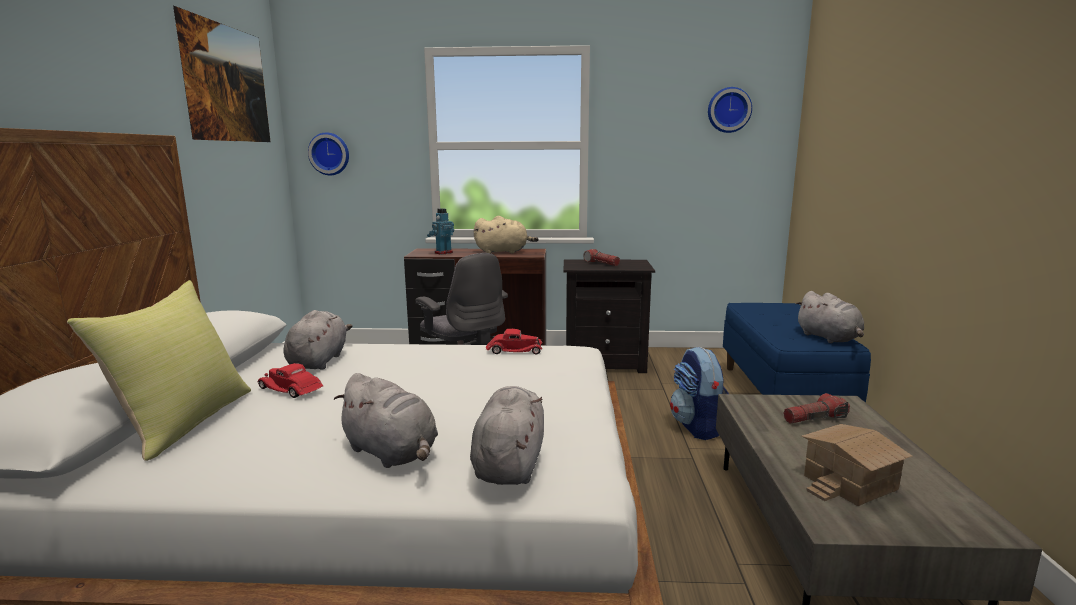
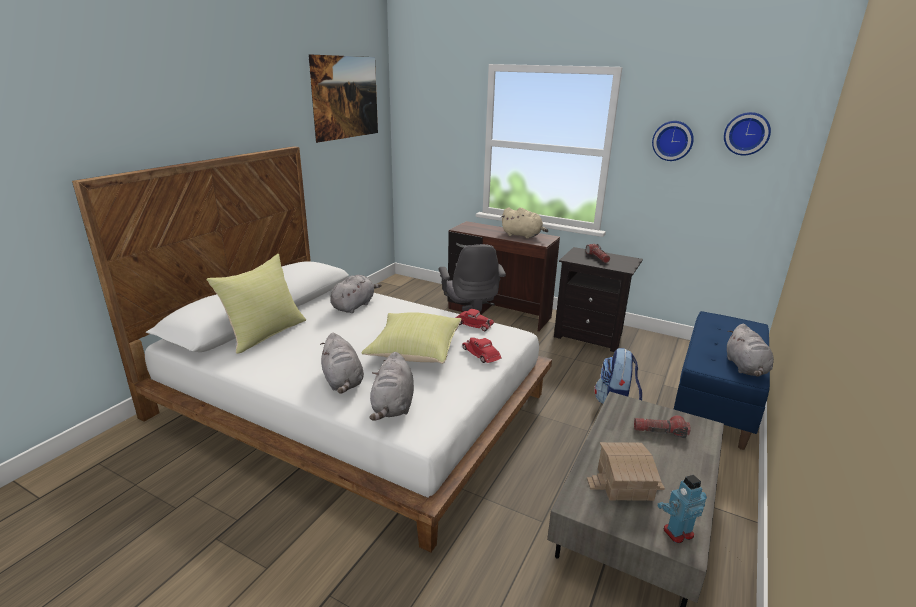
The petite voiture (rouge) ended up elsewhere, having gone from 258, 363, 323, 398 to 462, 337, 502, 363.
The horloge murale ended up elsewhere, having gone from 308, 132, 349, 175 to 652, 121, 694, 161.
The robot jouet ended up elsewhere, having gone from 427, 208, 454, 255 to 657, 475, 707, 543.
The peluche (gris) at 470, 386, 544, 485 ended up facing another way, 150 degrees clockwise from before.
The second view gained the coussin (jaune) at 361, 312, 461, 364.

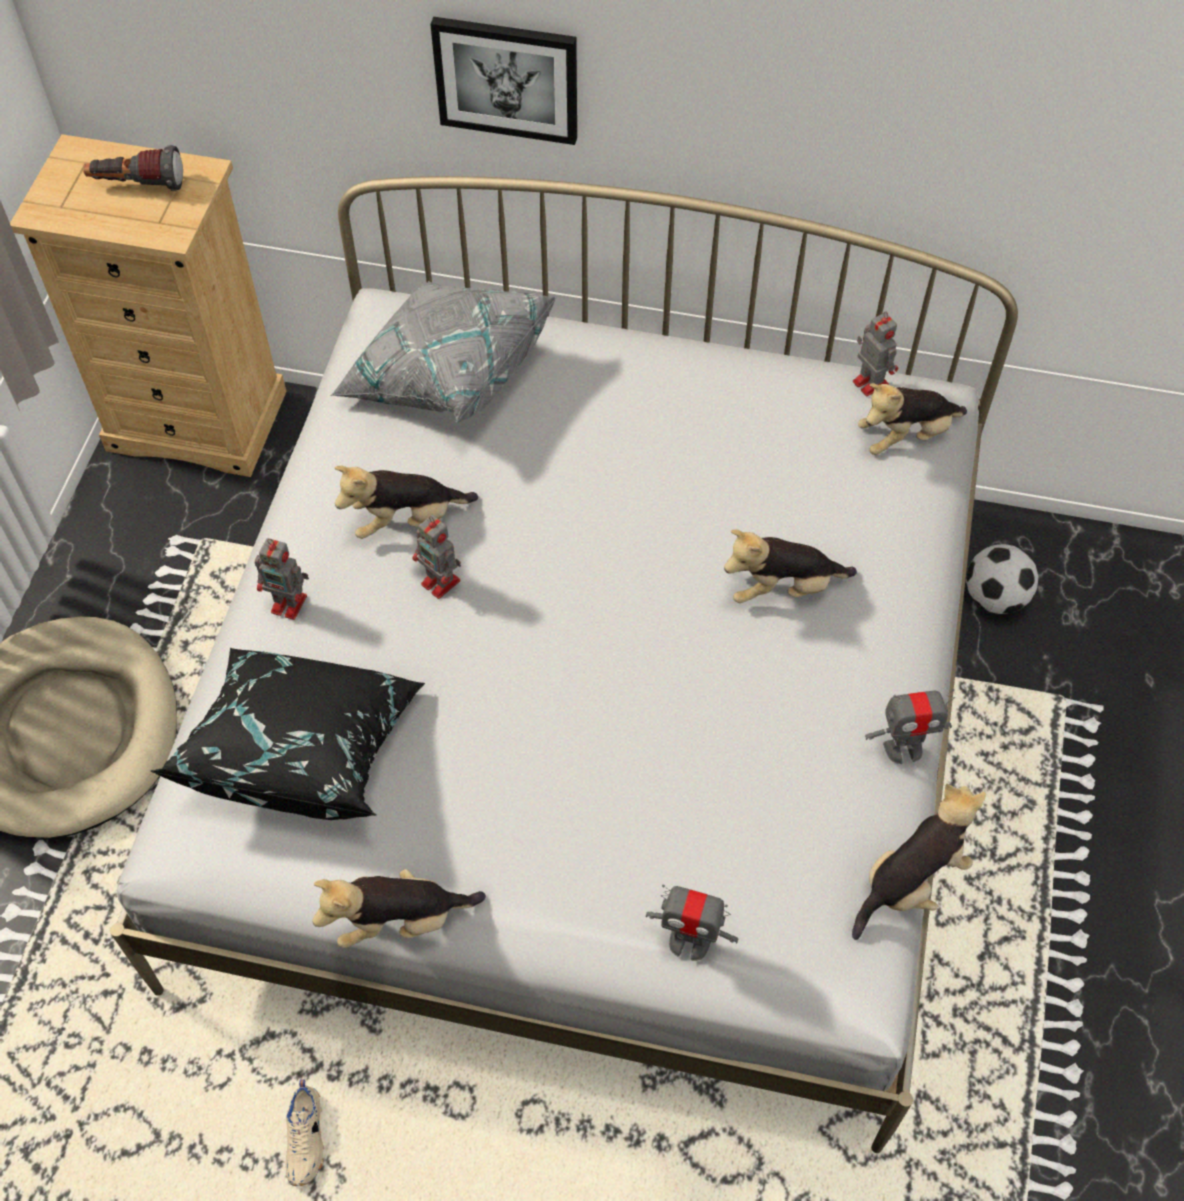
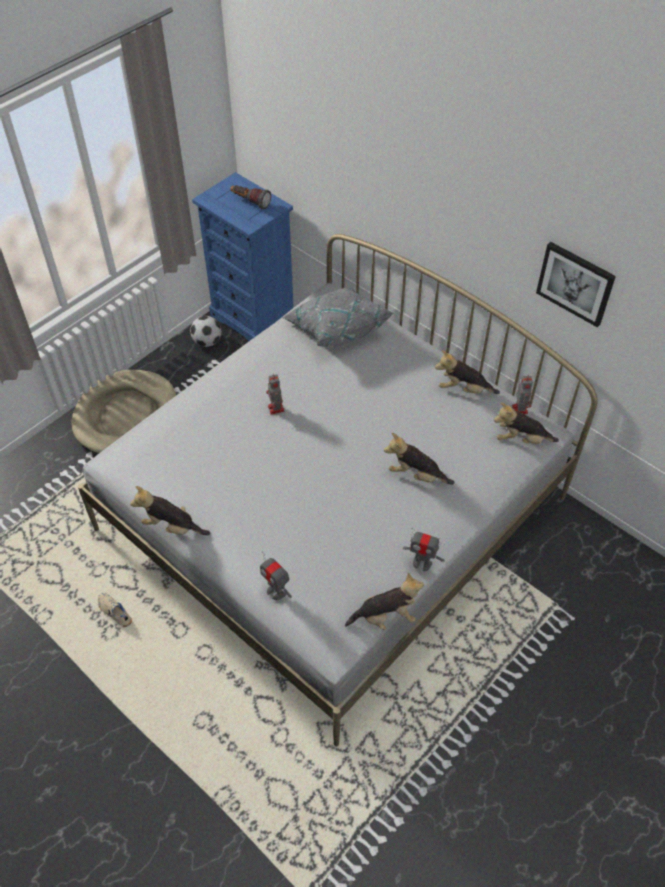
What was the commode (beige) at 10, 134, 287, 477 turned into the commode (bleu) at 192, 172, 294, 341.
The second view lost the coussin (noir) at 151, 648, 425, 820.
The second view lost the robot jouet at 255, 538, 309, 620.
The chaussure (beige) at 286, 1079, 324, 1186 ended up facing another way, 105 degrees clockwise from before.
The peluche ended up elsewhere, having gone from 334, 465, 478, 539 to 435, 350, 500, 394.
The tableau ended up elsewhere, having gone from 430, 17, 577, 145 to 536, 242, 616, 327.
The ballon de foot ended up elsewhere, having gone from 966, 544, 1038, 614 to 190, 316, 221, 347.

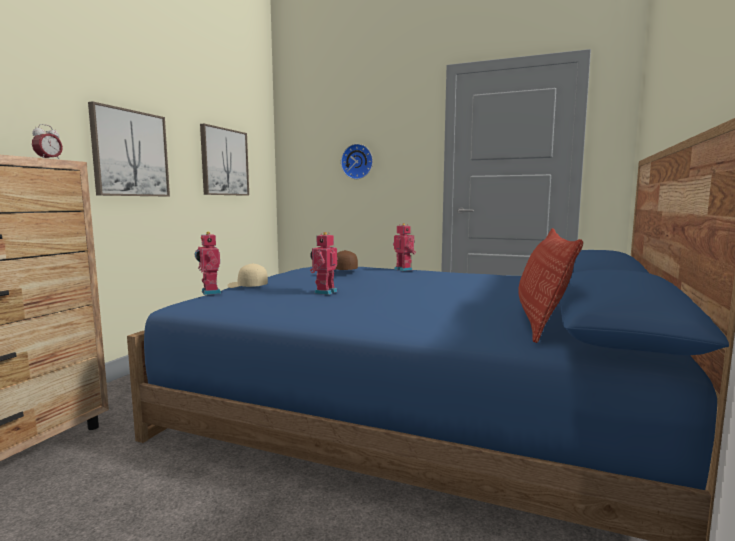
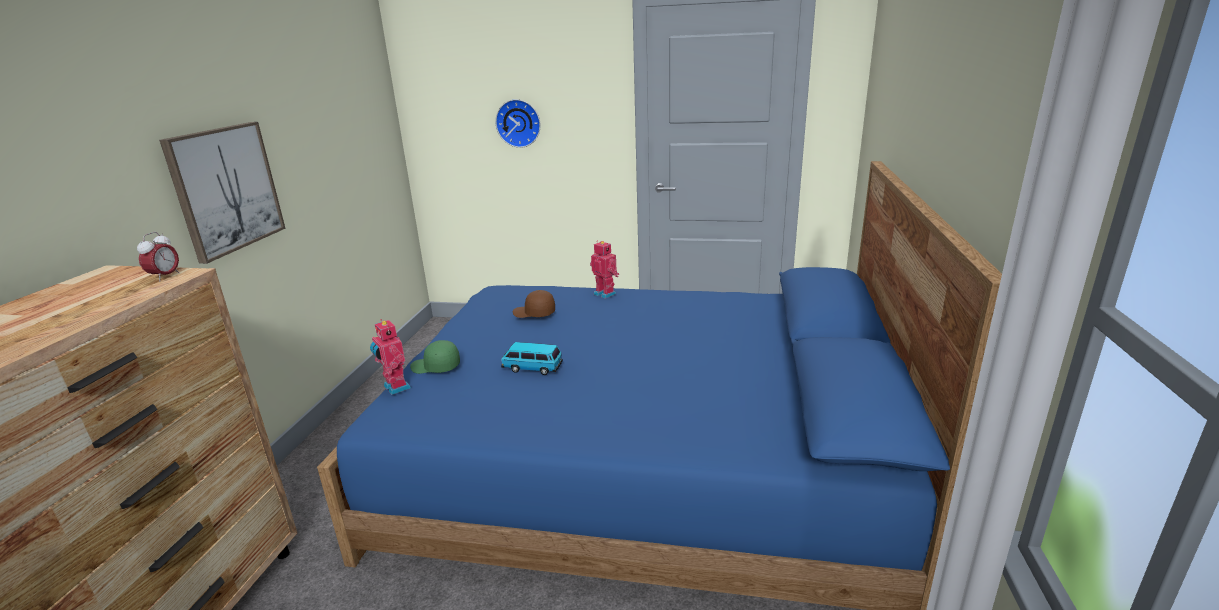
The second view lost the tableau at 200, 124, 249, 196.
What was the casquette (beige) at 228, 263, 268, 288 turned into the casquette (vert) at 410, 340, 460, 374.
Where the robot jouet stood at 310, 232, 337, 295, the petite voiture came to stand at 501, 342, 563, 375.
The second view lost the coussin at 518, 228, 583, 343.

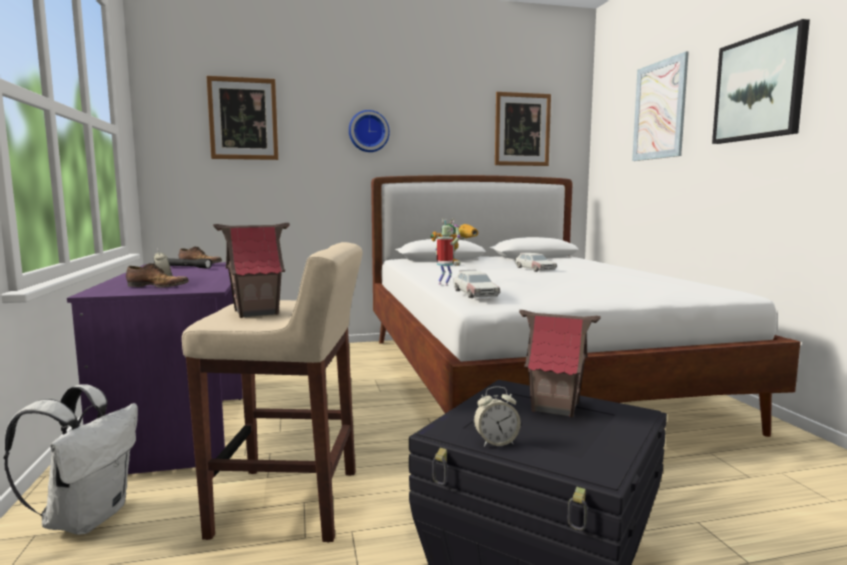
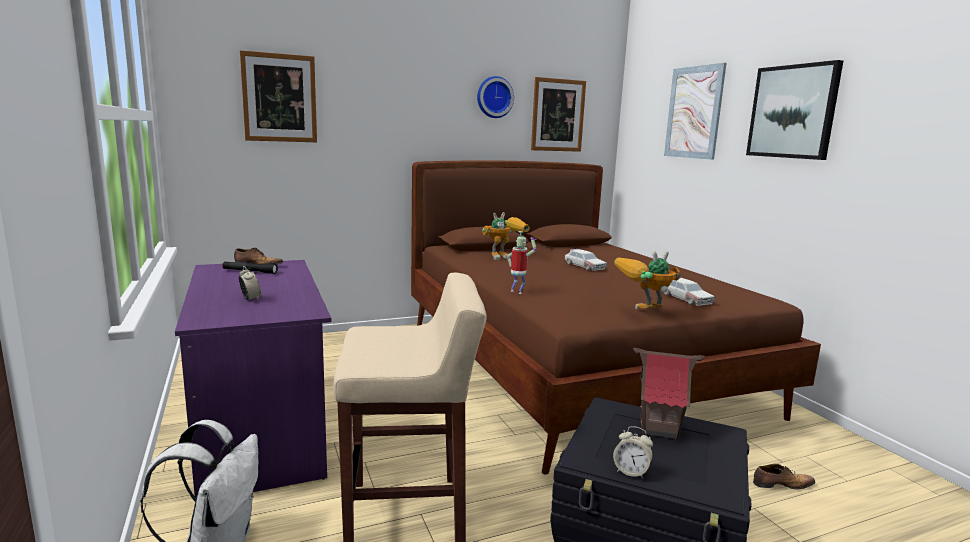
The chaussure ended up elsewhere, having gone from 126, 263, 189, 288 to 753, 464, 815, 490.
The second view lost the maison miniature at 213, 223, 290, 318.
The horloge murale ended up elsewhere, having gone from 349, 110, 390, 152 to 477, 76, 514, 118.
What was the lit (blanc) at 371, 175, 800, 437 turned into the lit (marron) at 411, 160, 821, 475.
The petite voiture ended up elsewhere, having gone from 454, 270, 500, 298 to 664, 277, 715, 306.
The réveil at 474, 386, 521, 447 ended up facing another way, 45 degrees clockwise from before.
The second view gained the robot jouet at 614, 251, 681, 309.

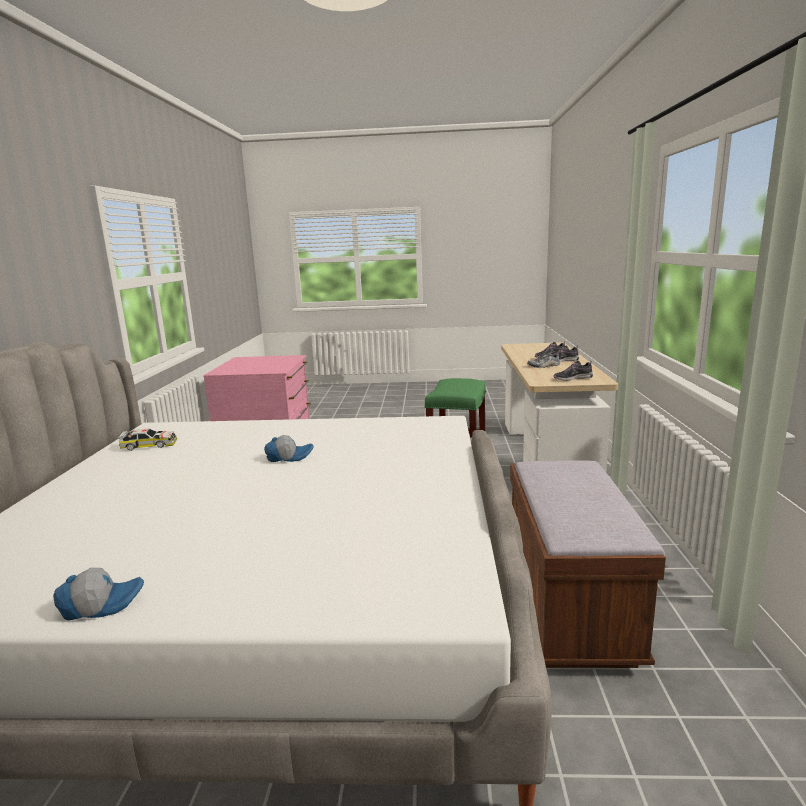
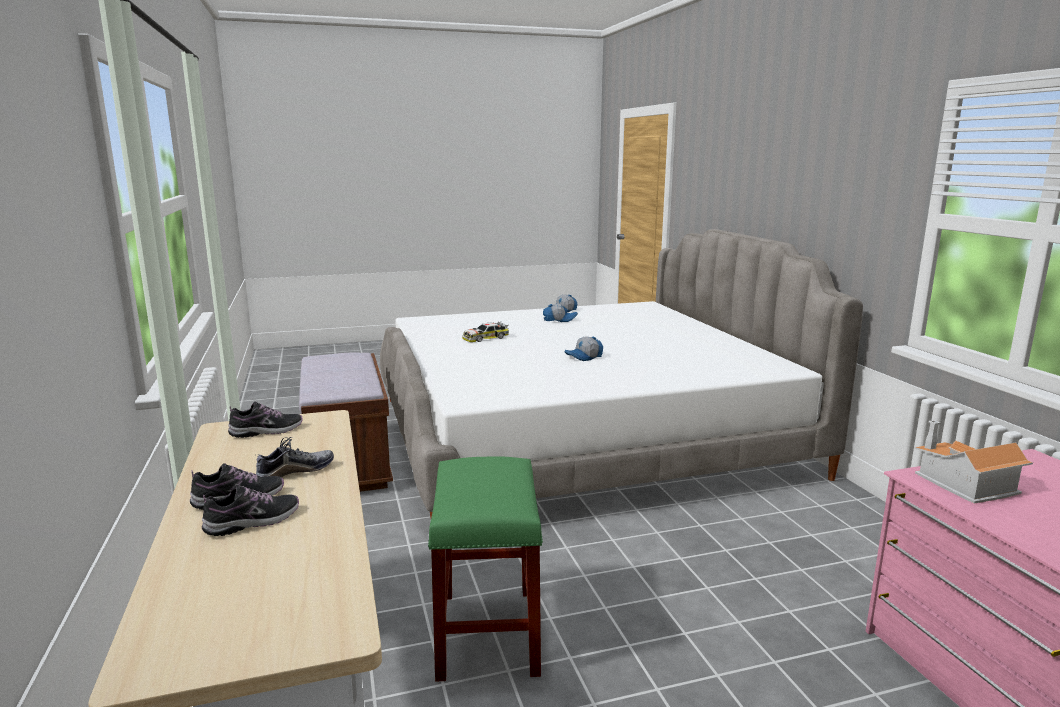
The petite voiture ended up elsewhere, having gone from 118, 428, 177, 451 to 462, 322, 509, 342.
The second view gained the casquette at 543, 303, 578, 322.
The second view gained the maison miniature at 914, 420, 1033, 504.

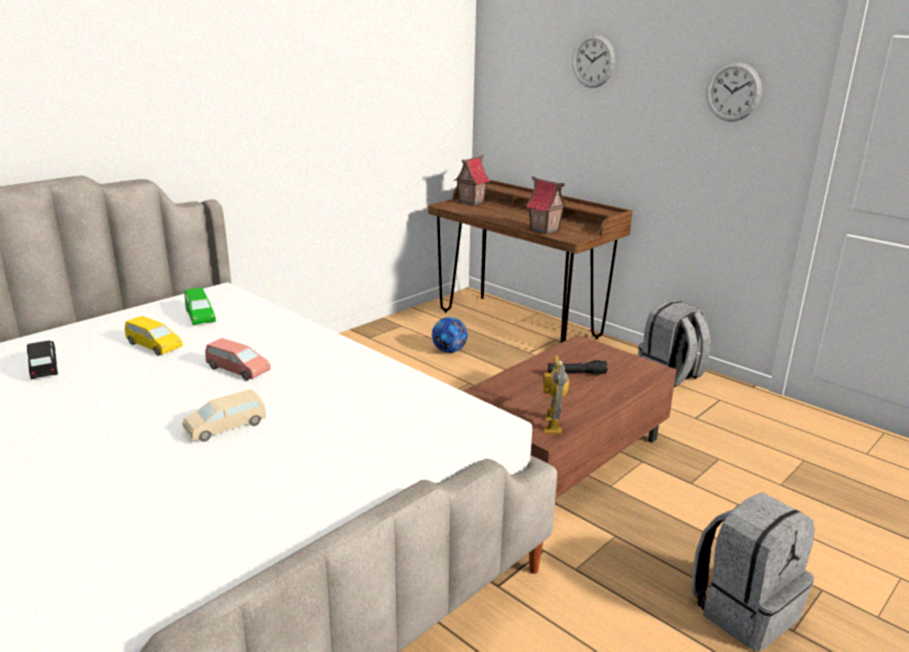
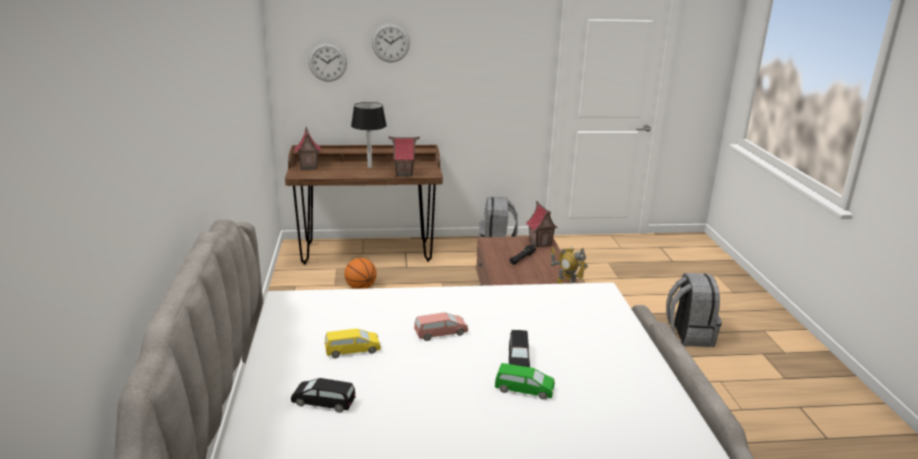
What was the petite voiture (beige) at 183, 389, 266, 442 turned into the petite voiture (noir) at 509, 330, 530, 367.
The petite voiture (vert) ended up elsewhere, having gone from 185, 288, 216, 325 to 495, 363, 555, 400.
Where the ballon de foot stood at 432, 317, 467, 353, the ballon de basket came to stand at 344, 258, 377, 289.
The horloge murale ended up elsewhere, having gone from 706, 62, 762, 121 to 309, 43, 347, 82.
The second view gained the lampe de table (noir) at 351, 102, 387, 168.
The second view gained the maison miniature at 526, 200, 558, 248.

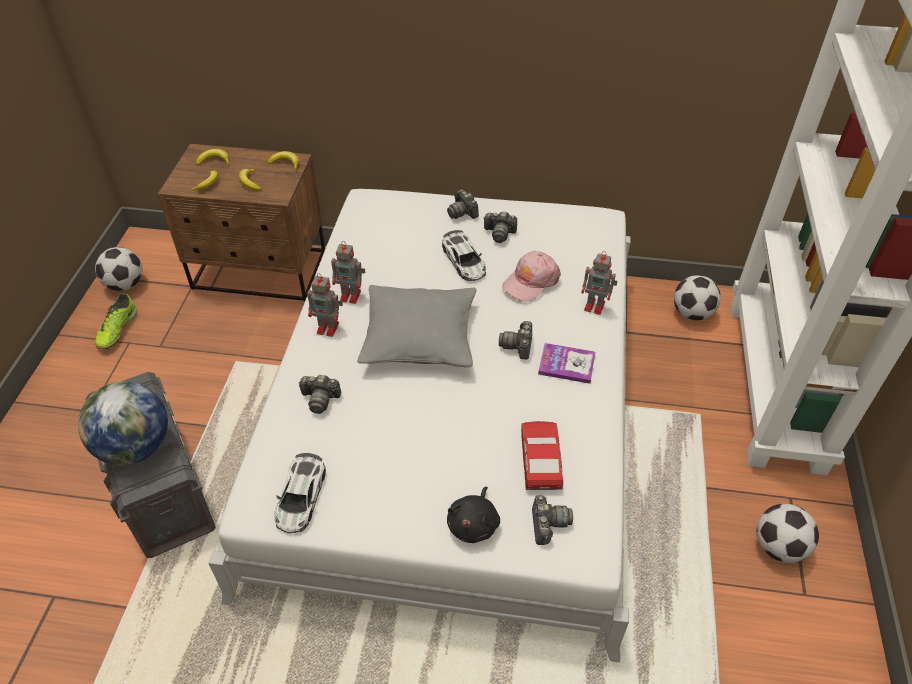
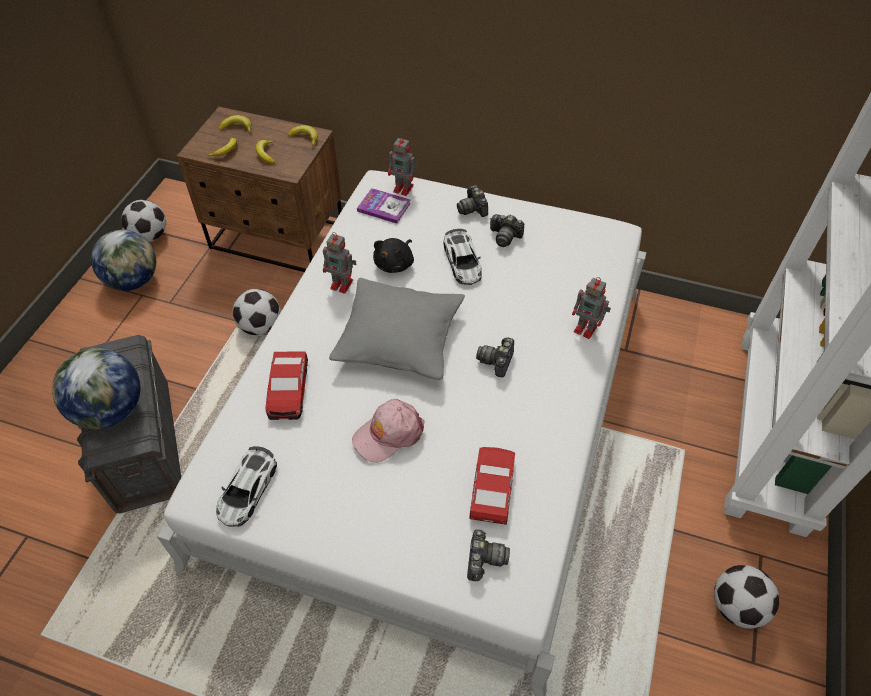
Where the chaussure stood at 95, 293, 137, 349, the globe came to stand at 91, 230, 156, 291.
Where the appareil photo stood at 298, 375, 341, 414, the petite voiture came to stand at 266, 351, 308, 420.
The robot jouet ended up elsewhere, having gone from 307, 273, 343, 337 to 388, 135, 418, 196.
The peluche (noir) ended up elsewhere, having gone from 447, 486, 500, 543 to 373, 238, 414, 273.
The casquette (rose) ended up elsewhere, having gone from 502, 251, 561, 302 to 352, 399, 425, 463.
The livre ended up elsewhere, having gone from 538, 343, 596, 384 to 357, 188, 411, 224.
The ballon de foot ended up elsewhere, having gone from 674, 275, 721, 320 to 233, 289, 280, 335.

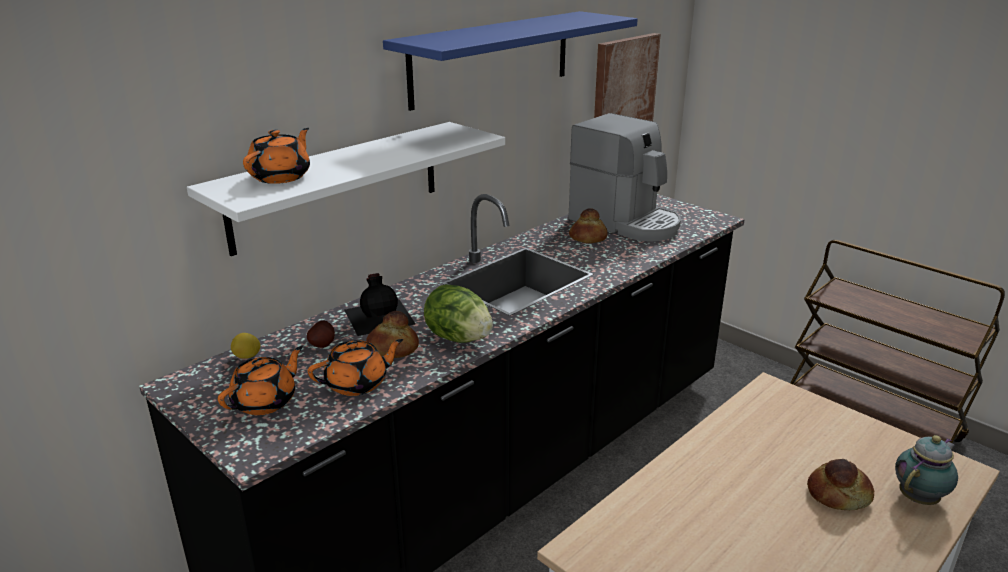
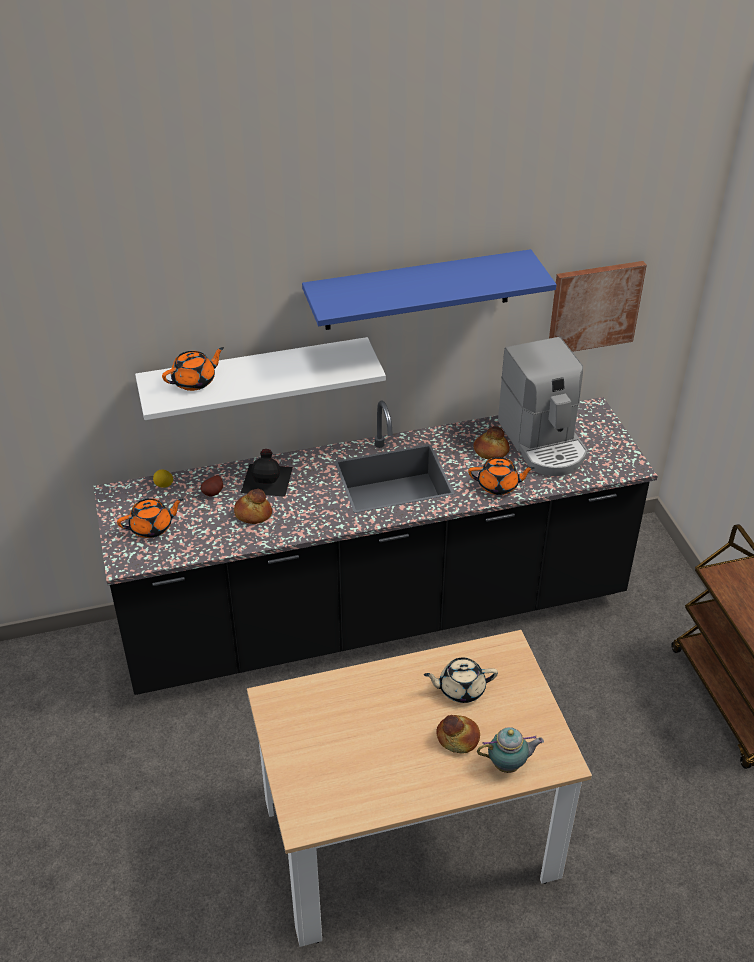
The théière (orange) ended up elsewhere, having gone from 308, 339, 403, 396 to 468, 457, 535, 495.
The second view lost the laitue at 424, 284, 493, 343.
The second view gained the théière (beige) at 424, 658, 498, 703.

